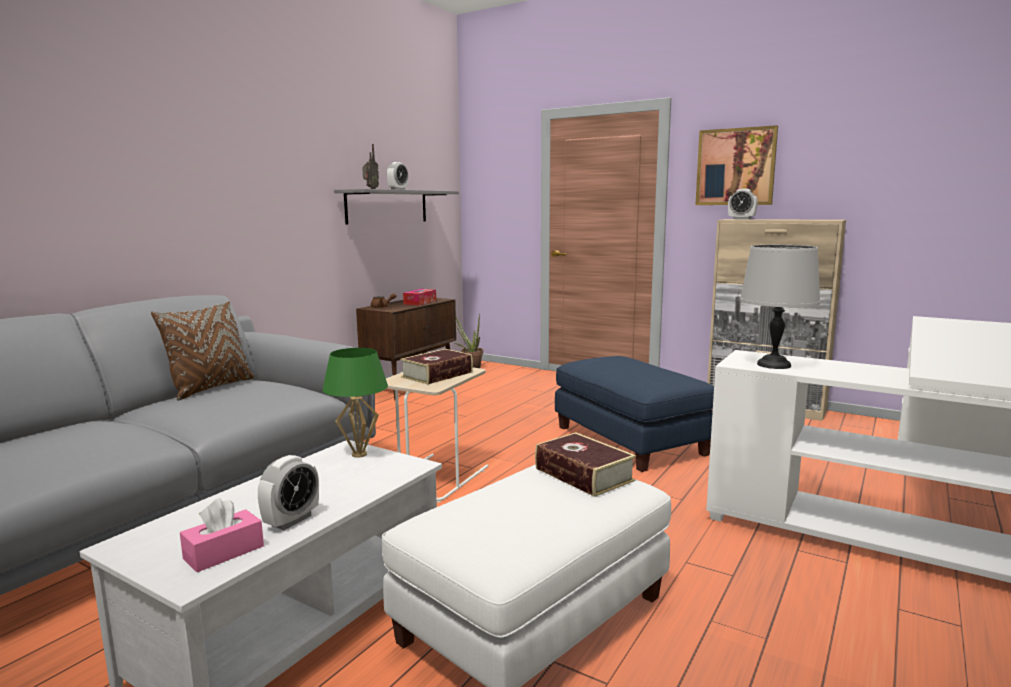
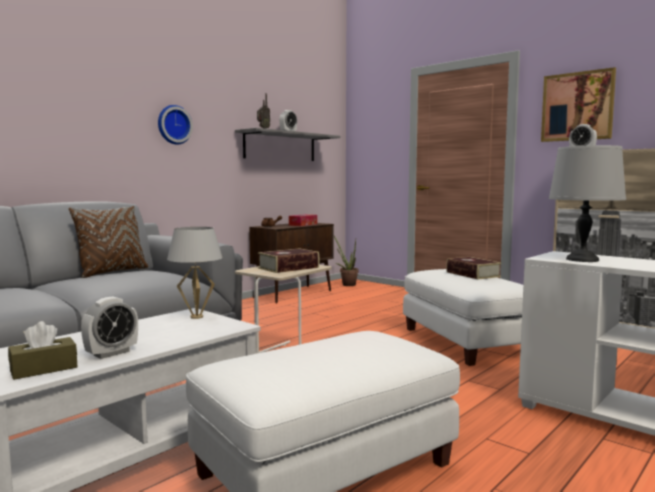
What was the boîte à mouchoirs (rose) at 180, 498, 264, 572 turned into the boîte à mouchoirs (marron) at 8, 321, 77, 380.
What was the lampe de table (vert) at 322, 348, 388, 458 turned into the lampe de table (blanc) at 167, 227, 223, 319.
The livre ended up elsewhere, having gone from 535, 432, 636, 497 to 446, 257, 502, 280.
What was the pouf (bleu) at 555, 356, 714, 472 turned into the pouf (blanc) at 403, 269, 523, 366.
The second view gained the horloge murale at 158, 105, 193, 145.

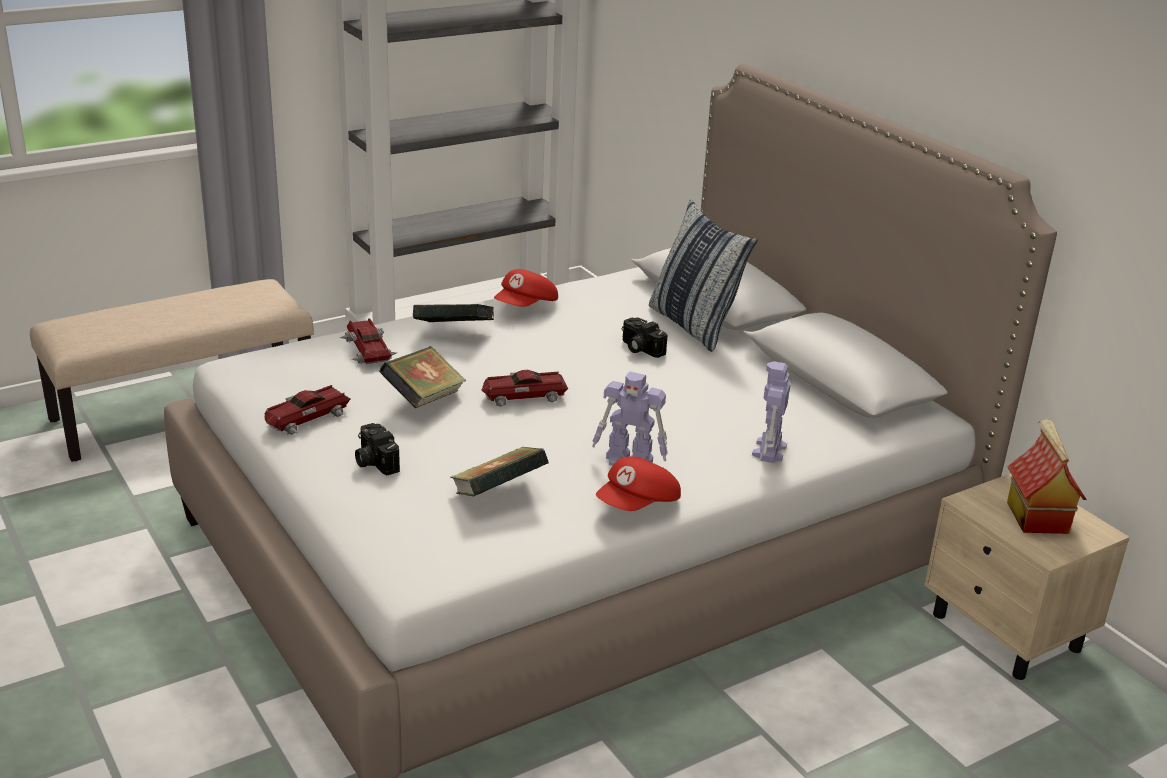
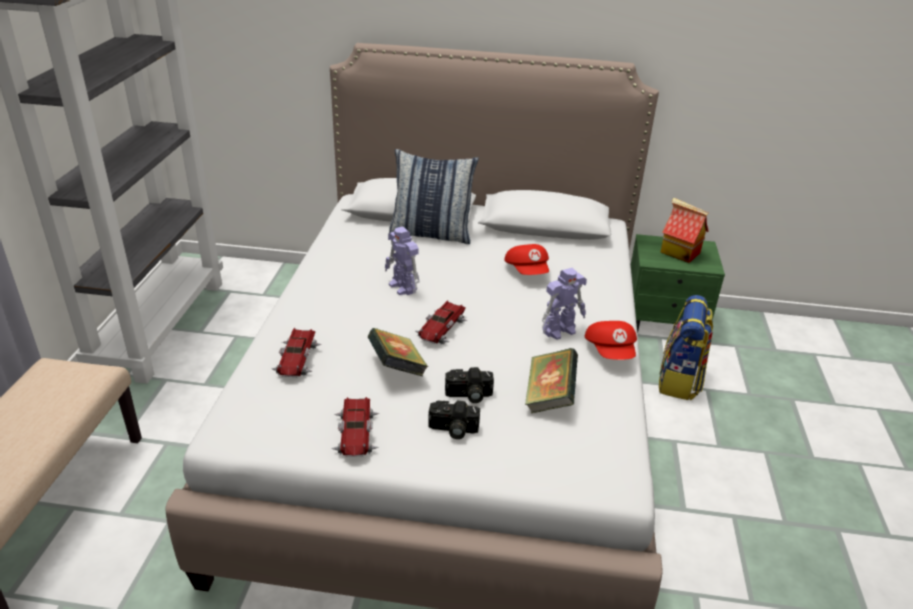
The petite voiture at 340, 318, 396, 364 ended up facing another way, 105 degrees counterclockwise from before.
The second view lost the livre at 413, 304, 494, 322.
The casquette (rouge) ended up elsewhere, having gone from 494, 269, 558, 307 to 504, 244, 549, 275.
The appareil photo ended up elsewhere, having gone from 622, 317, 667, 358 to 445, 367, 494, 403.
The robot jouet ended up elsewhere, having gone from 752, 361, 791, 463 to 385, 226, 419, 295.
What was the table de chevet (beige) at 924, 473, 1130, 680 turned into the table de chevet (vert) at 631, 234, 725, 333.
The second view gained the sac à dos at 659, 295, 713, 401.

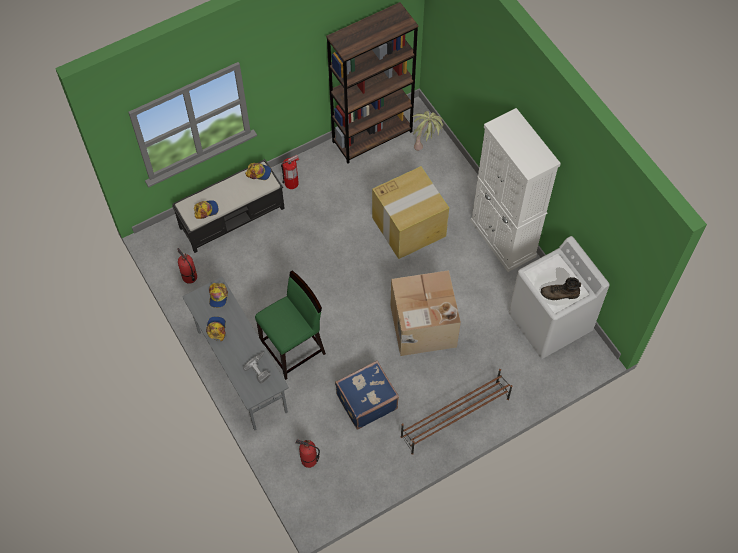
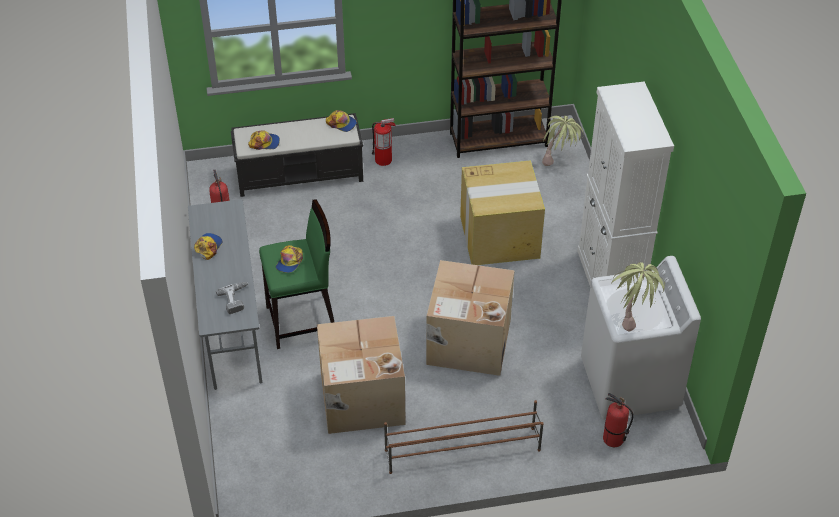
The casquette ended up elsewhere, having gone from 209, 283, 228, 308 to 276, 245, 303, 273.
The extincteur ended up elsewhere, having gone from 296, 440, 320, 468 to 603, 393, 634, 447.
Where the valise (bleu) stood at 335, 360, 399, 429, the carton came to stand at 317, 316, 406, 434.
Where the botte (marron) stood at 541, 277, 581, 300, the plante en pot came to stand at 611, 262, 665, 331.

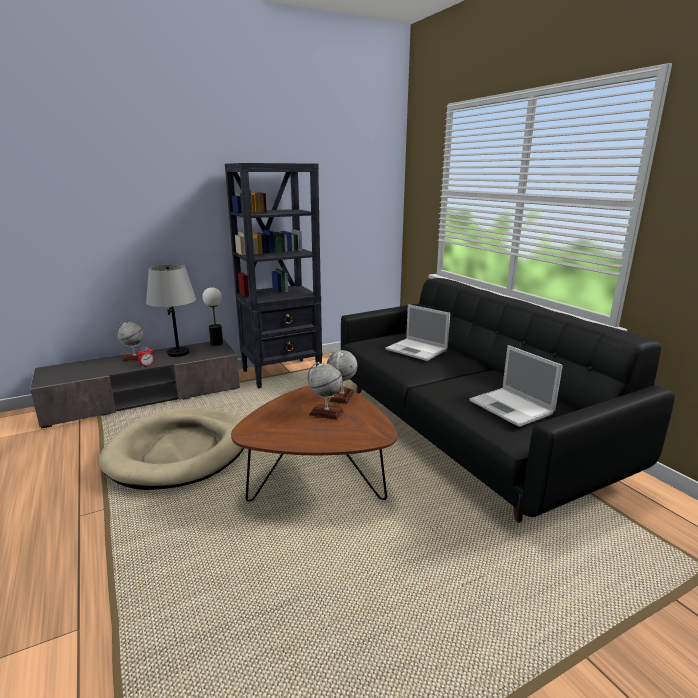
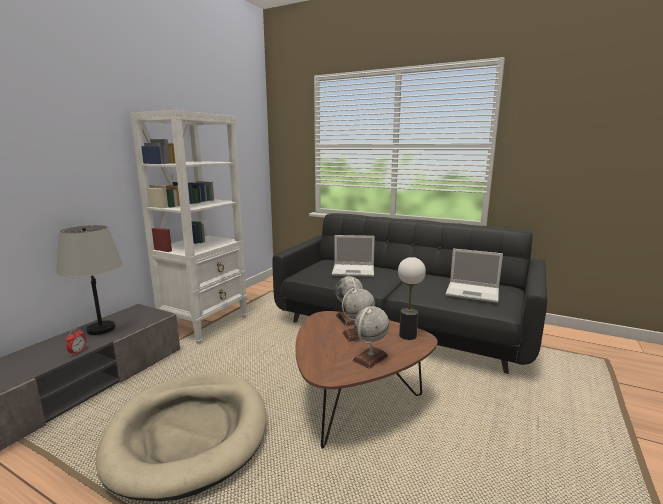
The globe ended up elsewhere, having gone from 116, 322, 144, 362 to 352, 306, 389, 369.
The lampe de table ended up elsewhere, having gone from 202, 287, 223, 346 to 398, 257, 426, 340.
What was the bibliothèque (noir) at 225, 163, 322, 388 turned into the bibliothèque (blanc) at 130, 110, 247, 345.

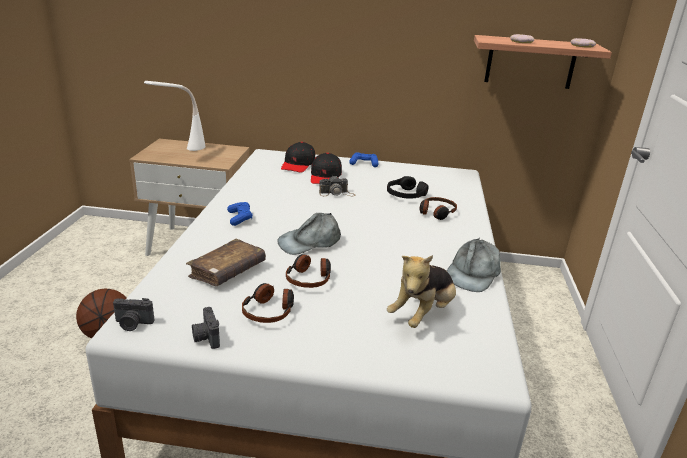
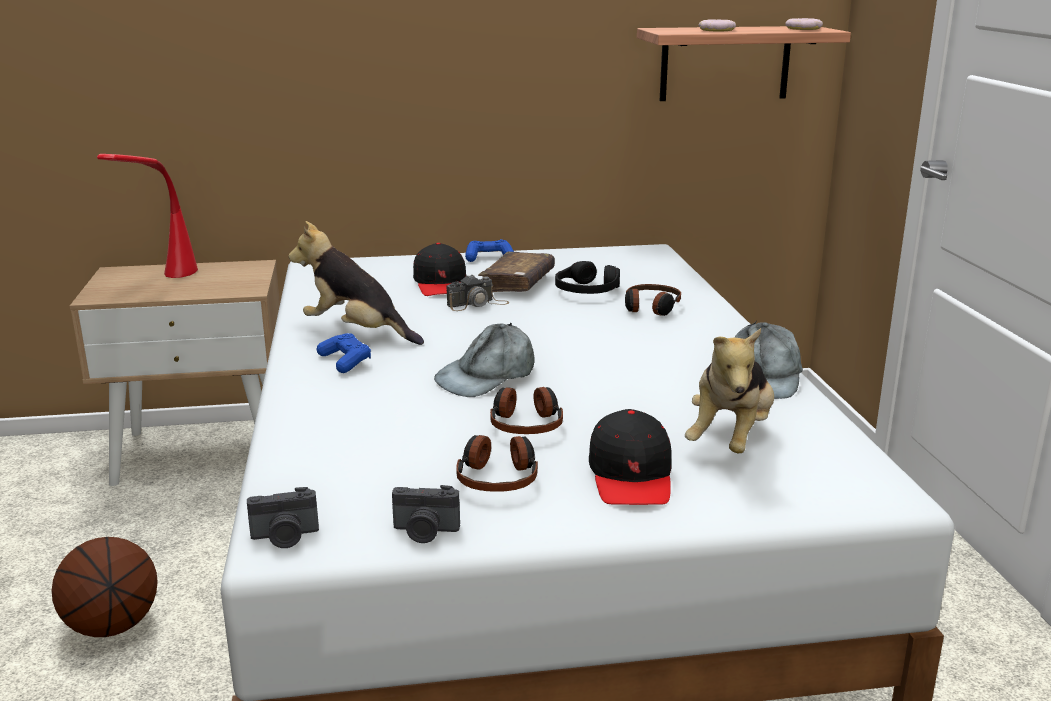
What was the lampe de table (blanc) at 144, 81, 205, 151 turned into the lampe de table (rouge) at 97, 154, 198, 278.
The livre (marron) ended up elsewhere, having gone from 186, 239, 266, 286 to 478, 252, 555, 292.
The appareil photo at 192, 307, 220, 349 ended up facing another way, 45 degrees counterclockwise from before.
The casquette (noir) ended up elsewhere, having gone from 281, 142, 315, 173 to 589, 409, 672, 505.
The second view gained the peluche at 289, 221, 424, 345.

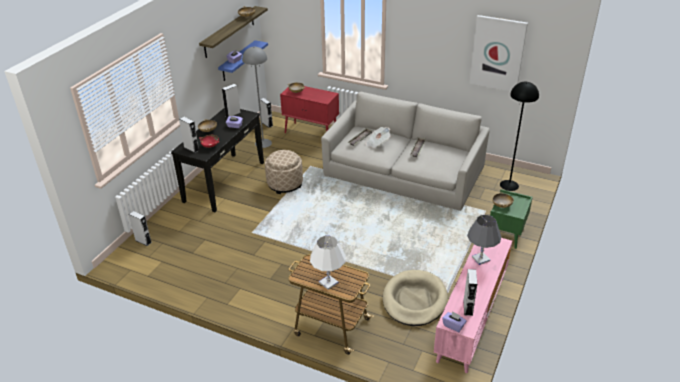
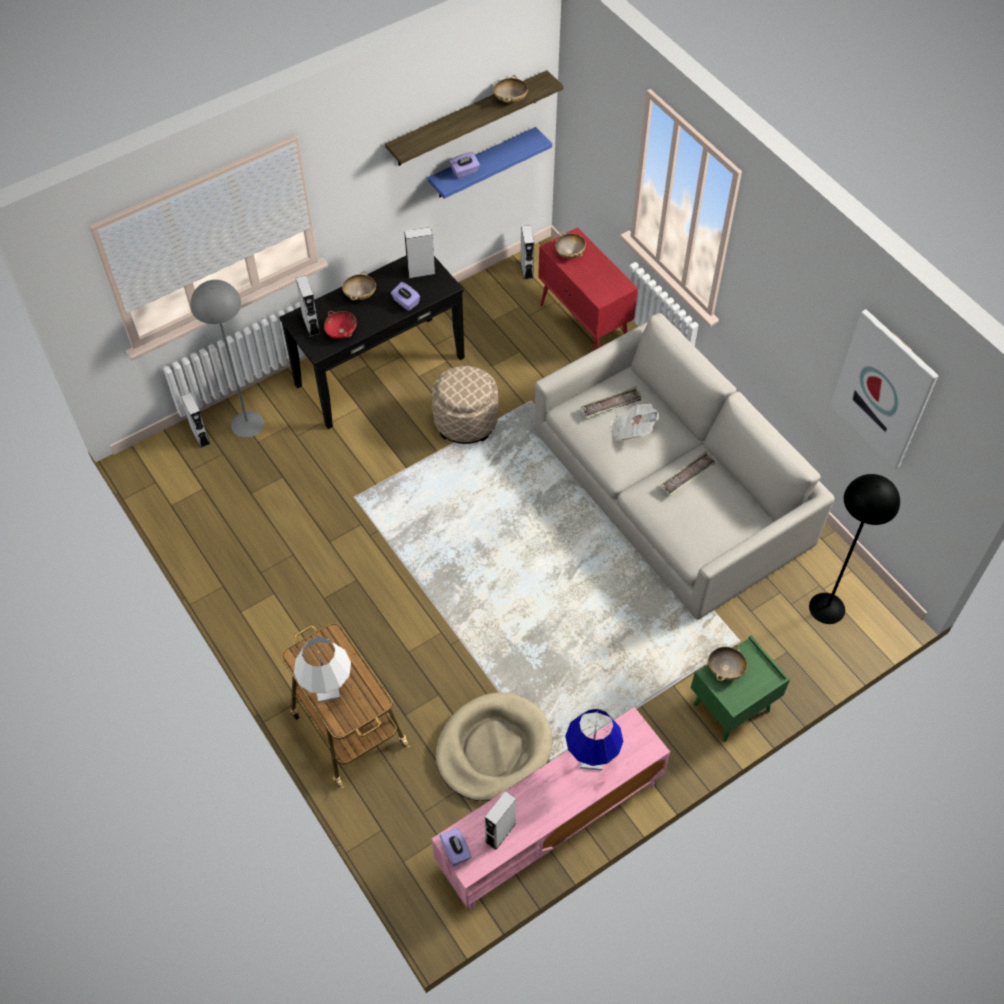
The lampadaire (gris) ended up elsewhere, having gone from 242, 47, 272, 148 to 191, 280, 264, 437.
What was the lampe de table (gris) at 467, 215, 501, 265 turned into the lampe de table (bleu) at 565, 709, 623, 771.

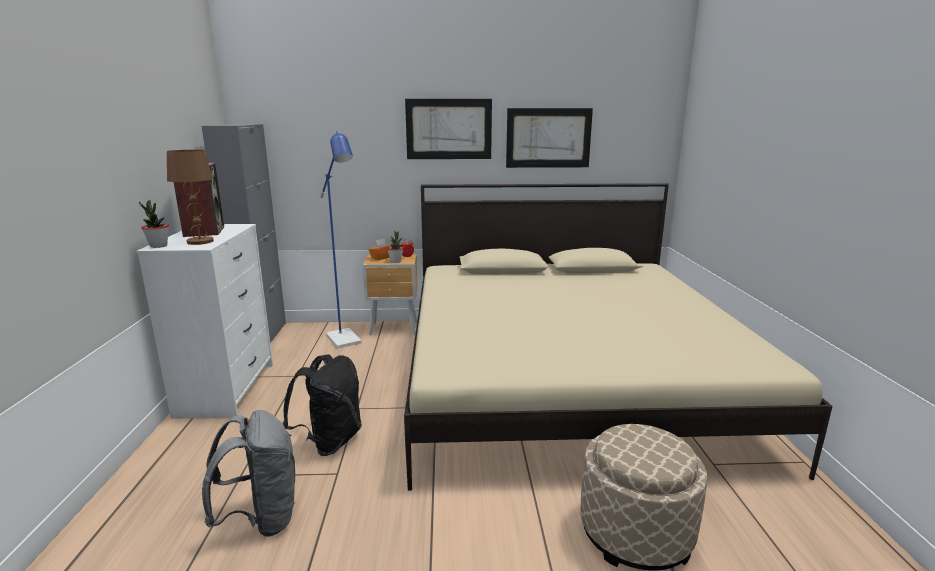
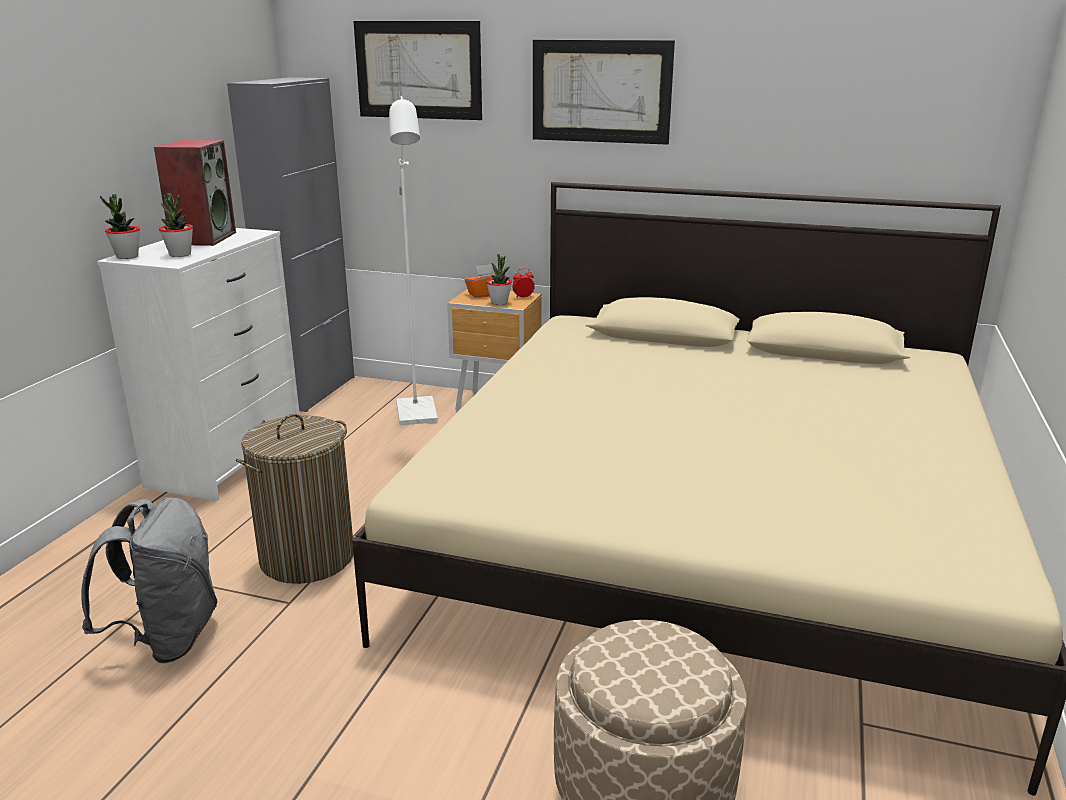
Where the lampe de table (marron) stood at 167, 150, 214, 245, the plante en pot came to stand at 159, 193, 193, 257.
Where the sac à dos (noir) stood at 283, 354, 362, 456, the panier à linge came to stand at 236, 414, 354, 584.
What was the lampadaire (bleu) at 320, 131, 362, 348 turned into the lampadaire (blanc) at 389, 96, 438, 425.
The tableau ended up elsewhere, having gone from 506, 108, 593, 168 to 353, 21, 482, 120.

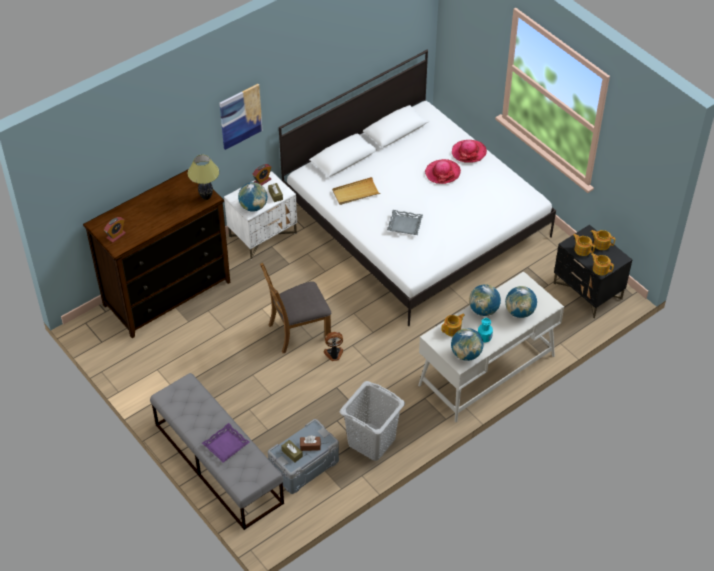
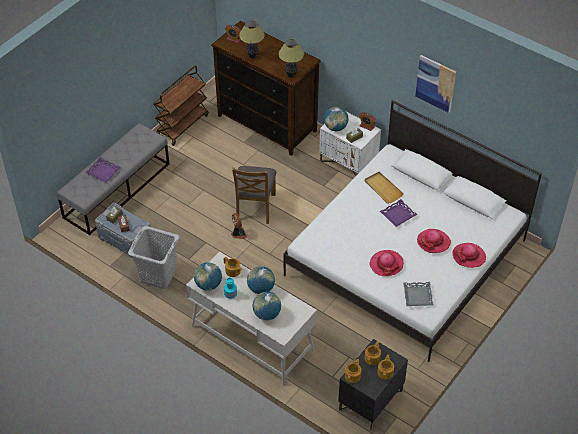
The tableau ended up elsewhere, having gone from 219, 84, 263, 150 to 415, 55, 456, 113.
The chaise (marron) at 260, 263, 331, 353 ended up facing another way, 135 degrees counterclockwise from before.
The plateau (gris) ended up elsewhere, having gone from 387, 210, 423, 235 to 403, 282, 433, 306.
The second view gained the chariot (marron) at 154, 66, 209, 146.
The second view gained the lampe de table at 239, 20, 265, 59.
The second view gained the chapeau at 369, 250, 404, 276.
The second view gained the plateau (violet) at 380, 199, 417, 227.

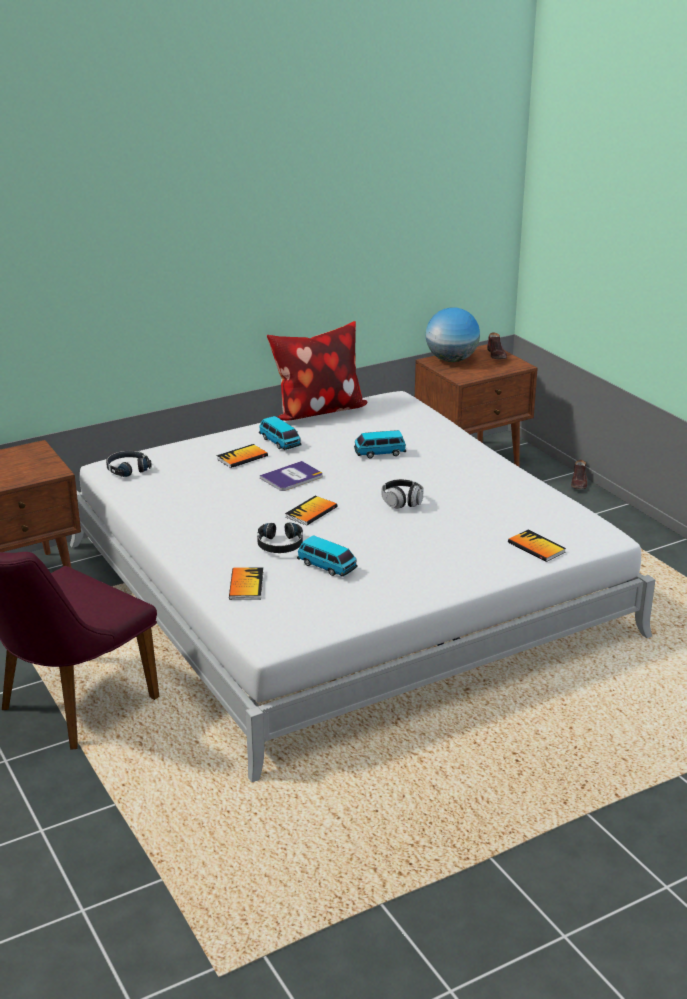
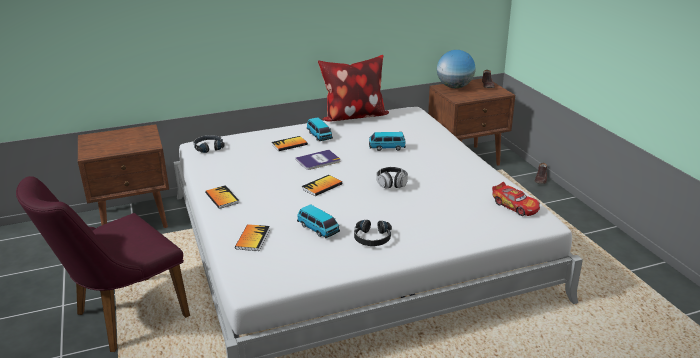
The casque audio (noir) ended up elsewhere, having gone from 257, 523, 303, 553 to 354, 220, 392, 246.
The livre ended up elsewhere, having gone from 508, 530, 566, 562 to 205, 185, 239, 209.
The second view gained the petite voiture at 492, 182, 540, 216.

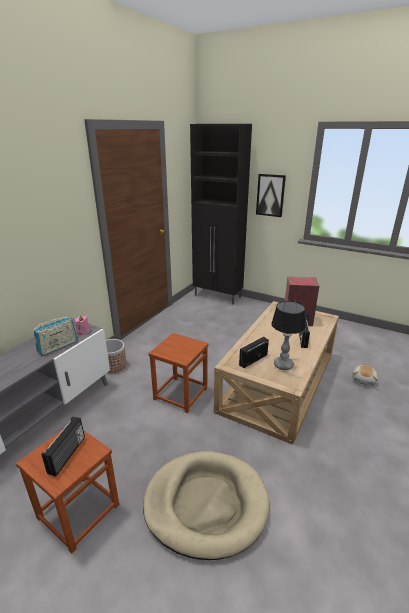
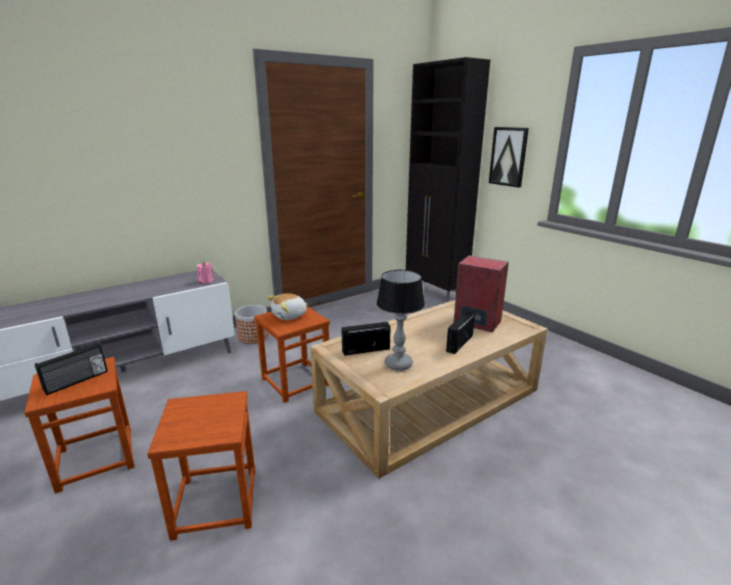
The second view lost the radio at 33, 317, 78, 356.
Where the panier pour chien (beige) stood at 143, 451, 270, 560, the tabouret (marron) came to stand at 147, 391, 255, 541.
The peluche ended up elsewhere, having gone from 352, 365, 378, 386 to 267, 293, 308, 320.

